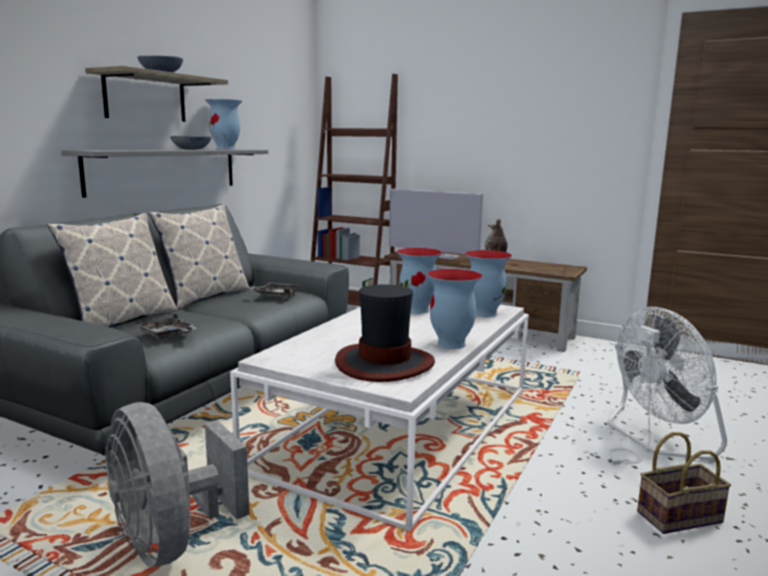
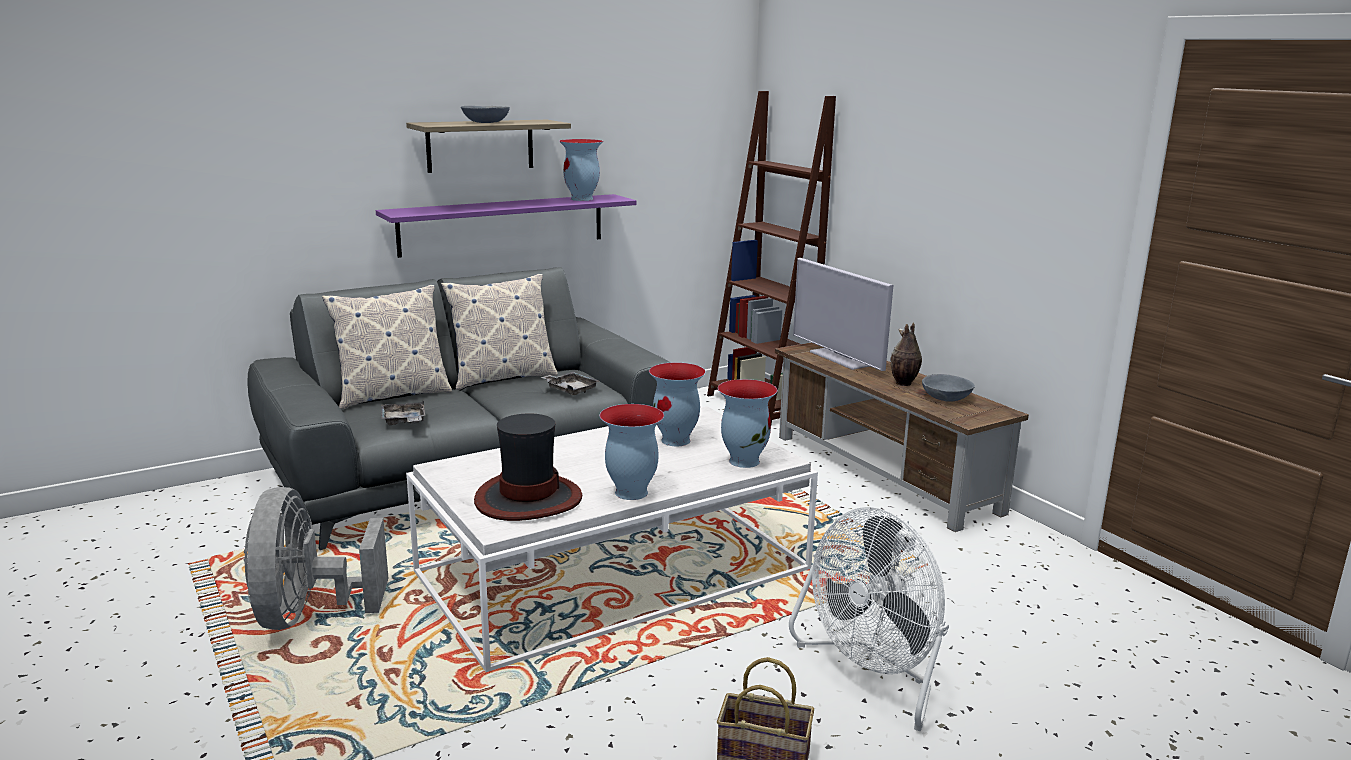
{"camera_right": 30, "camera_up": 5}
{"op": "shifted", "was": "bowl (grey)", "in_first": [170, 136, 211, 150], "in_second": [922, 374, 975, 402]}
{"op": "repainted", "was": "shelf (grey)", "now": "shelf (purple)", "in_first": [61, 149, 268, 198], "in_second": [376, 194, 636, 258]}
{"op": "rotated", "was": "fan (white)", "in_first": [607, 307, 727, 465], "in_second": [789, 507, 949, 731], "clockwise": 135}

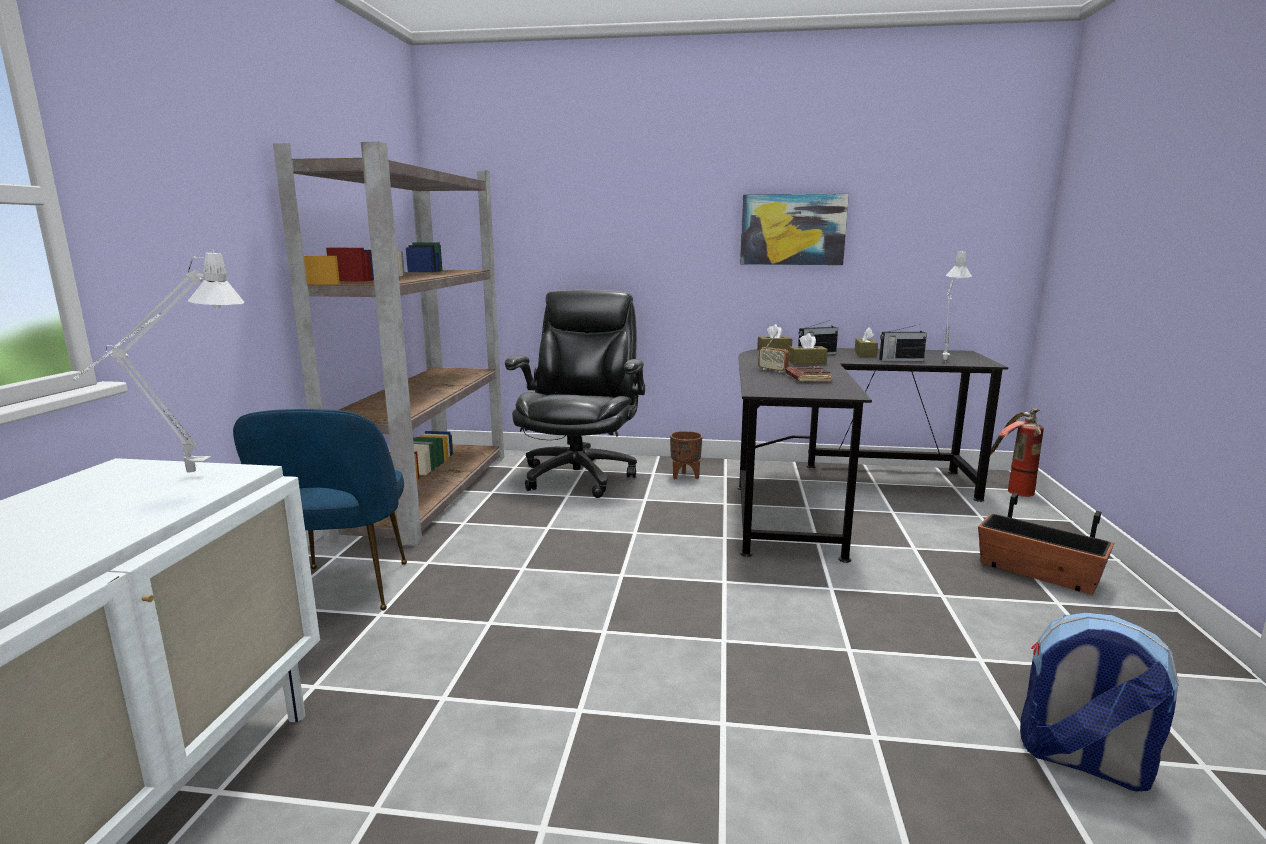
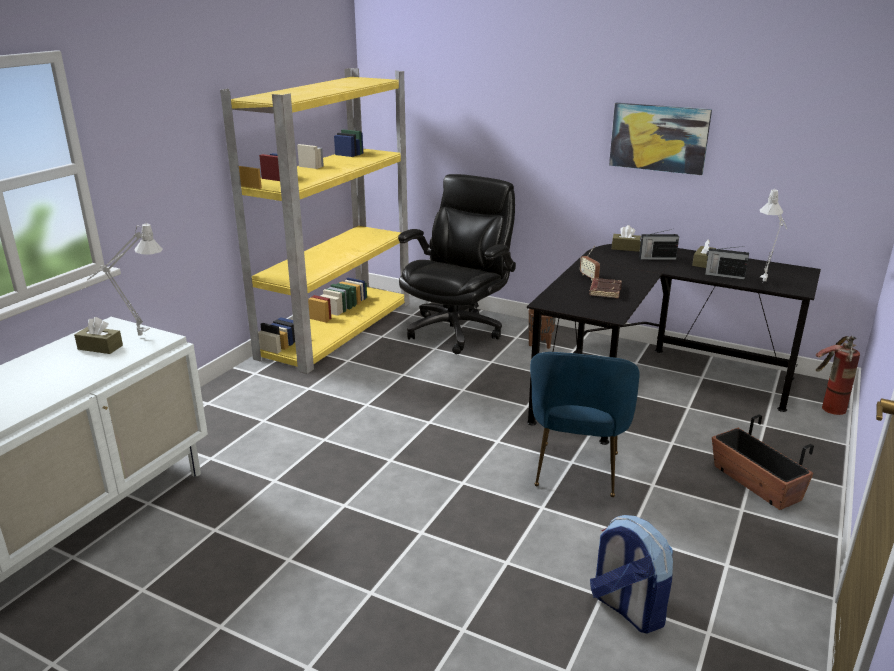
{"camera_right": 20, "camera_up": 10}
{"op": "shifted", "was": "chair (blue)", "in_first": [233, 409, 407, 611], "in_second": [530, 352, 640, 497]}
{"op": "shifted", "was": "tissue box (brown)", "in_first": [789, 333, 828, 364], "in_second": [74, 317, 123, 354]}
{"op": "repainted", "was": "bookcase (brown)", "now": "bookcase (yellow)", "in_first": [273, 142, 504, 546], "in_second": [220, 68, 409, 374]}

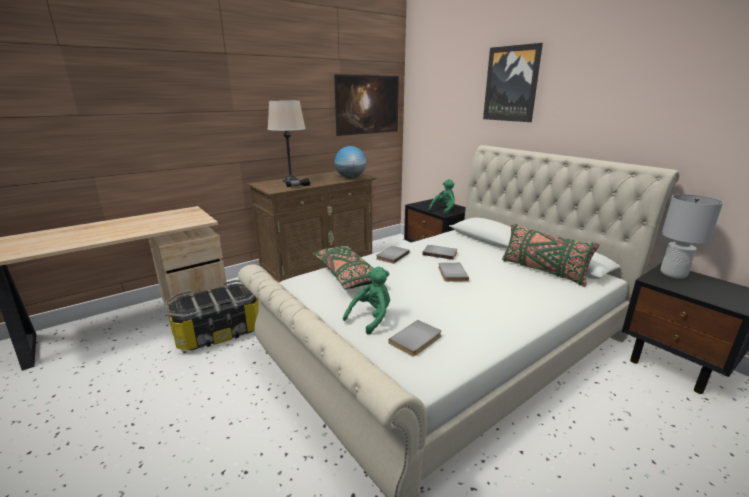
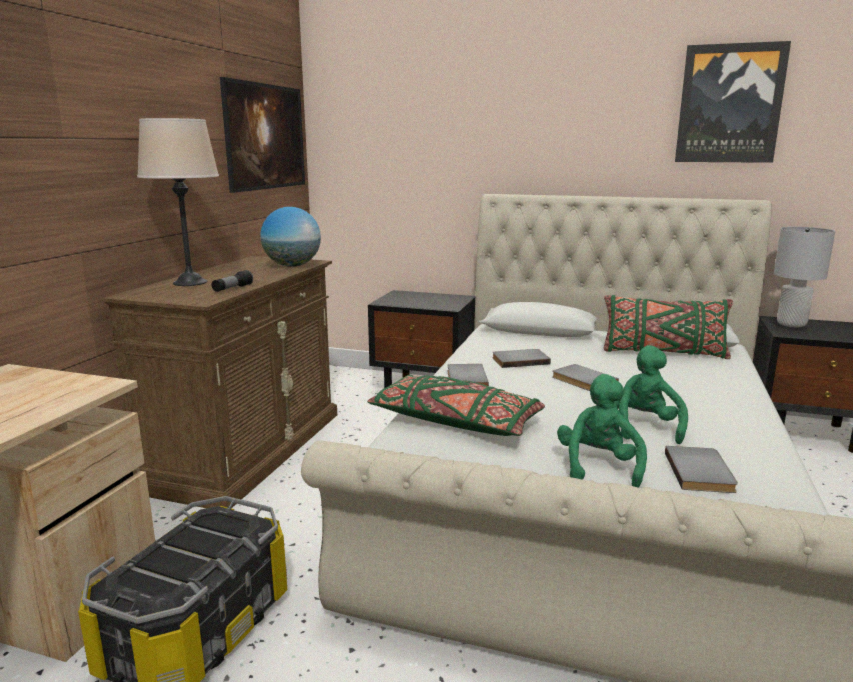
{"camera_right": -35, "camera_up": -5}
{"op": "shifted", "was": "plush toy (green)", "in_first": [428, 179, 455, 215], "in_second": [615, 345, 688, 444]}
{"op": "shifted", "was": "picture", "in_first": [483, 43, 543, 122], "in_second": [675, 41, 791, 163]}

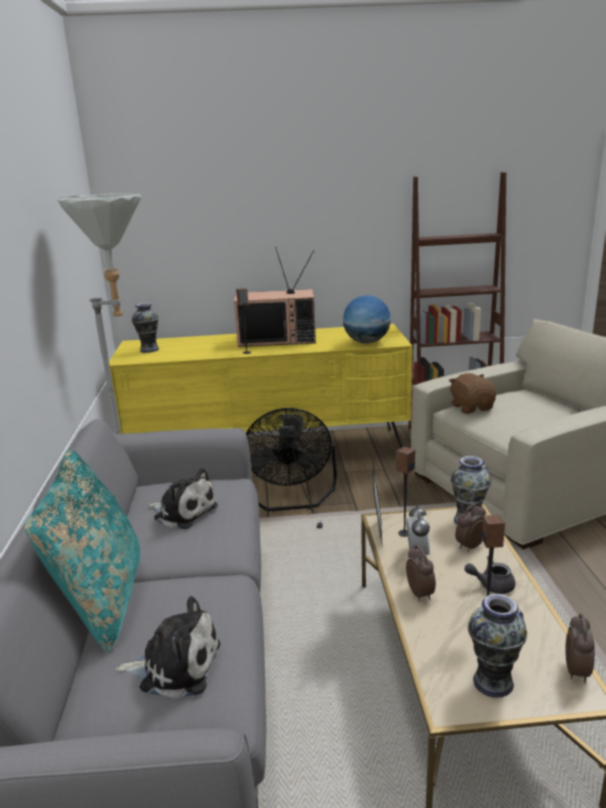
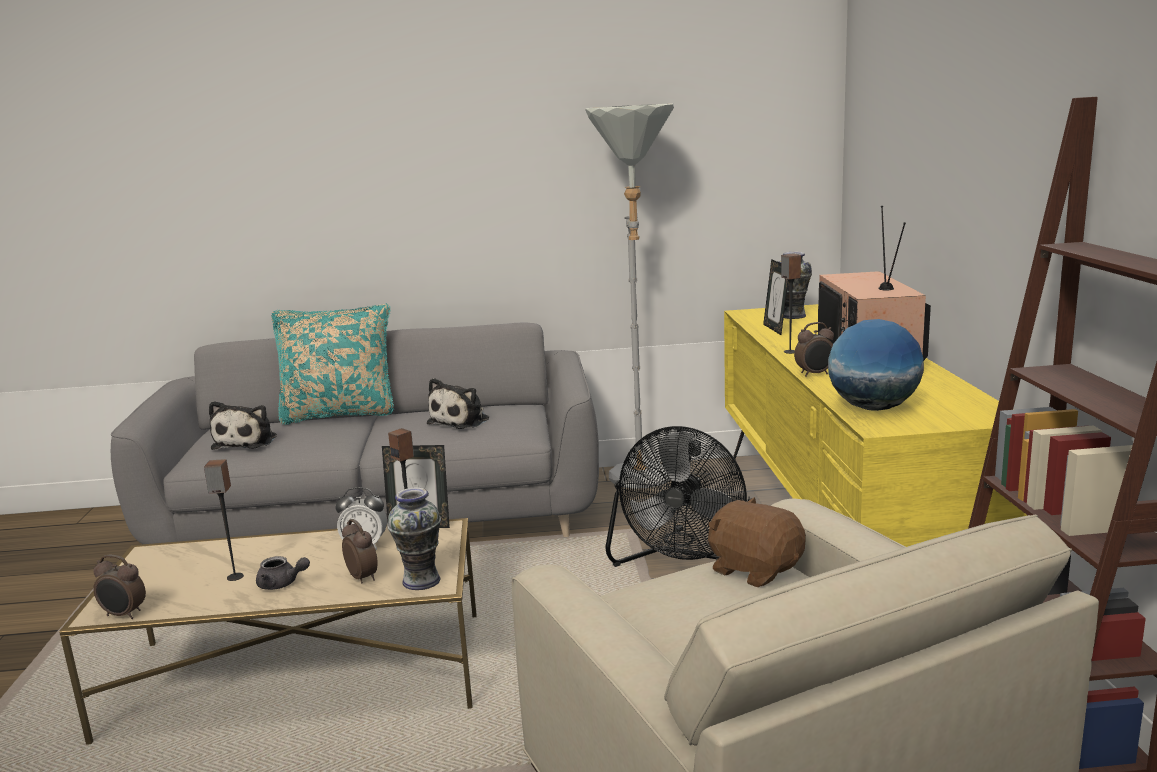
{"camera_right": 90, "camera_up": -5}
{"op": "gone", "was": "vase", "in_first": [468, 594, 527, 697]}
{"op": "new", "now": "picture frame", "in_second": [763, 259, 788, 335]}
{"op": "shifted", "was": "alarm clock", "in_first": [406, 545, 436, 601], "in_second": [794, 322, 834, 377]}
{"op": "rotated", "was": "fan (black)", "in_first": [246, 408, 337, 528], "in_second": [606, 426, 752, 567], "clockwise": 120}
{"op": "rotated", "was": "plush toy (brown)", "in_first": [449, 373, 496, 414], "in_second": [708, 497, 806, 587], "clockwise": -120}
{"op": "rotated", "was": "teapot (grey)", "in_first": [464, 556, 515, 594], "in_second": [256, 556, 310, 590], "clockwise": 105}

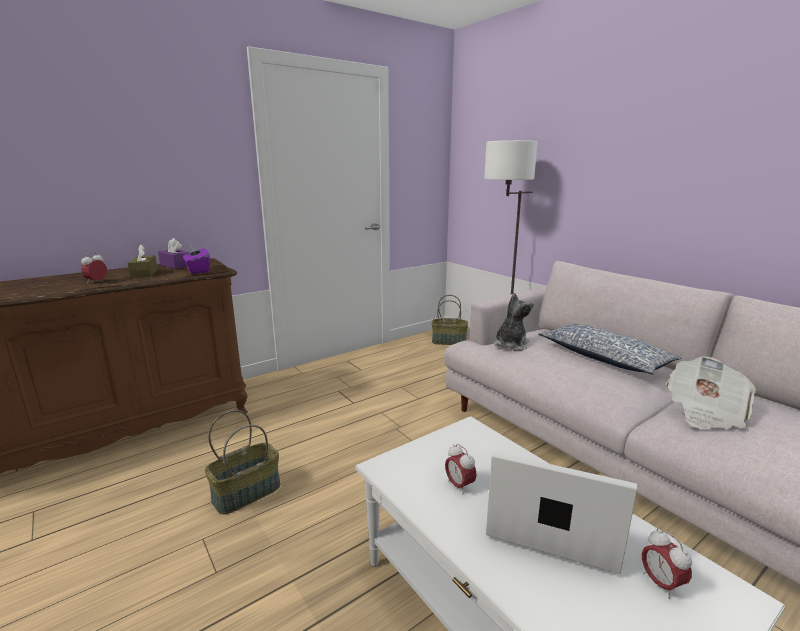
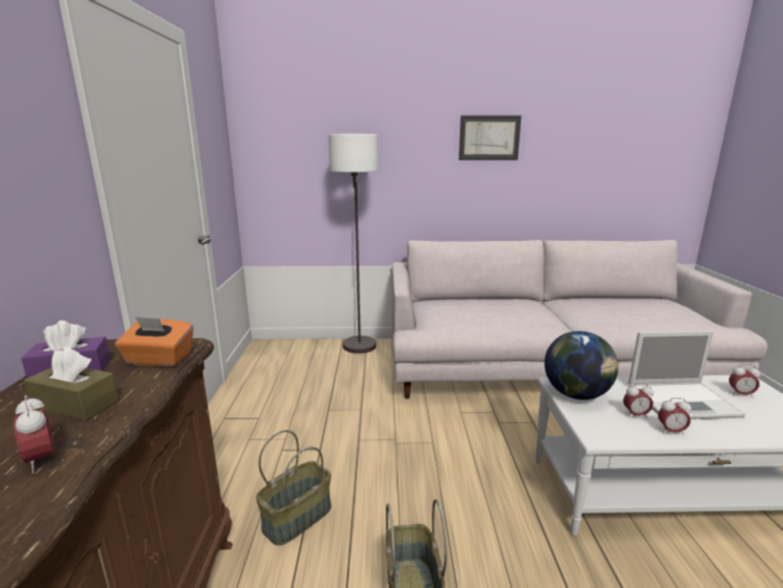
{"camera_right": -55, "camera_up": 0}
{"op": "gone", "was": "plush toy", "in_first": [494, 293, 533, 351]}
{"op": "gone", "was": "pillow", "in_first": [538, 324, 681, 375]}
{"op": "gone", "was": "newspaper", "in_first": [666, 356, 756, 429]}
{"op": "new", "now": "picture", "in_second": [459, 116, 521, 160]}
{"op": "new", "now": "globe", "in_second": [544, 331, 618, 400]}
{"op": "new", "now": "alarm clock", "in_second": [658, 398, 692, 435]}
{"op": "shifted", "was": "basket", "in_first": [432, 295, 468, 345], "in_second": [256, 430, 331, 546]}
{"op": "repainted", "was": "tissue box (purple)", "now": "tissue box (orange)", "in_first": [183, 244, 210, 274], "in_second": [115, 317, 194, 367]}
{"op": "rotated", "was": "laptop", "in_first": [486, 451, 637, 574], "in_second": [628, 331, 745, 419], "clockwise": -150}

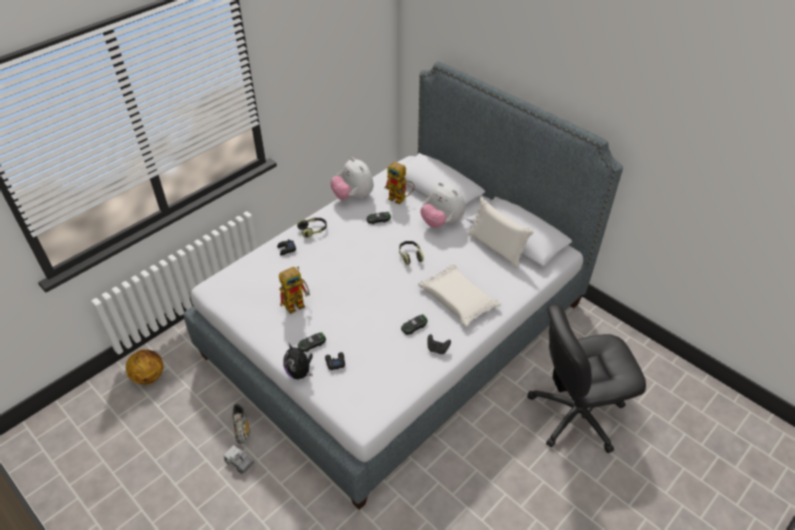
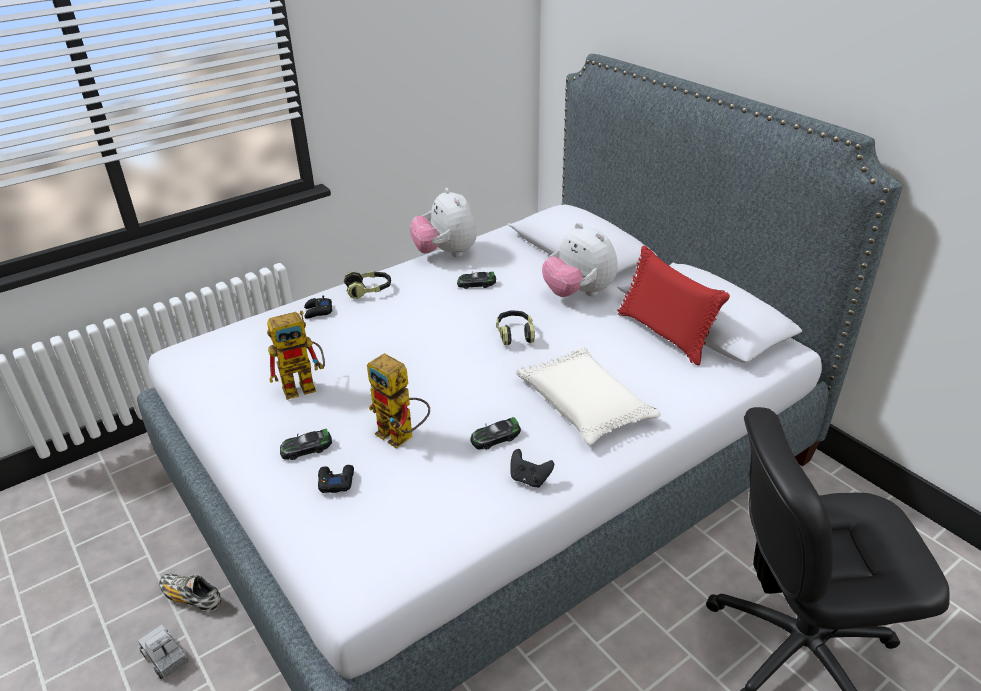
{"camera_right": 10, "camera_up": -10}
{"op": "gone", "was": "basketball", "in_first": [126, 350, 164, 385]}
{"op": "gone", "was": "plush toy", "in_first": [283, 343, 313, 380]}
{"op": "shifted", "was": "toy robot", "in_first": [385, 162, 415, 205], "in_second": [367, 353, 430, 448]}
{"op": "repainted", "was": "pillow (white)", "now": "pillow (red)", "in_first": [467, 197, 533, 269], "in_second": [617, 245, 730, 366]}
{"op": "rotated", "was": "shoe", "in_first": [232, 404, 250, 444], "in_second": [159, 574, 222, 613], "clockwise": 120}

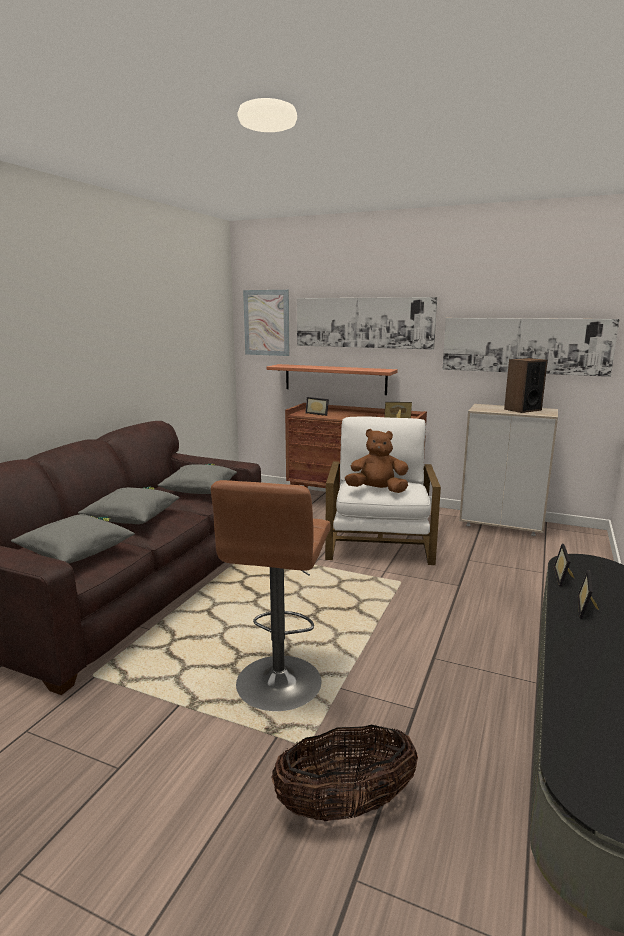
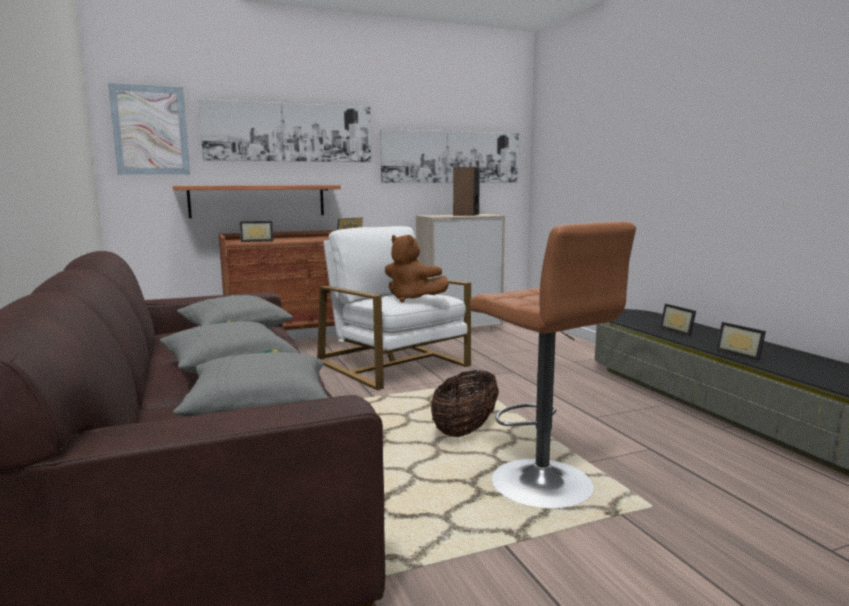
{"camera_right": -45, "camera_up": -5}
{"op": "shifted", "was": "basket", "in_first": [271, 724, 418, 821], "in_second": [431, 370, 499, 437]}
{"op": "shifted", "was": "picture frame", "in_first": [554, 544, 574, 587], "in_second": [716, 322, 766, 361]}
{"op": "rotated", "was": "plush toy (brown)", "in_first": [345, 429, 408, 493], "in_second": [385, 235, 449, 303], "clockwise": -105}

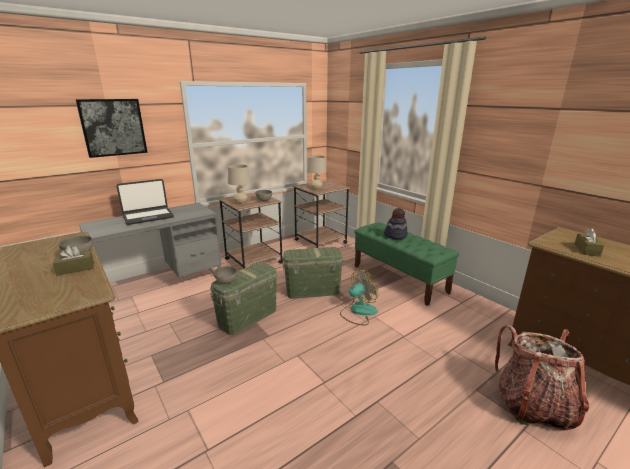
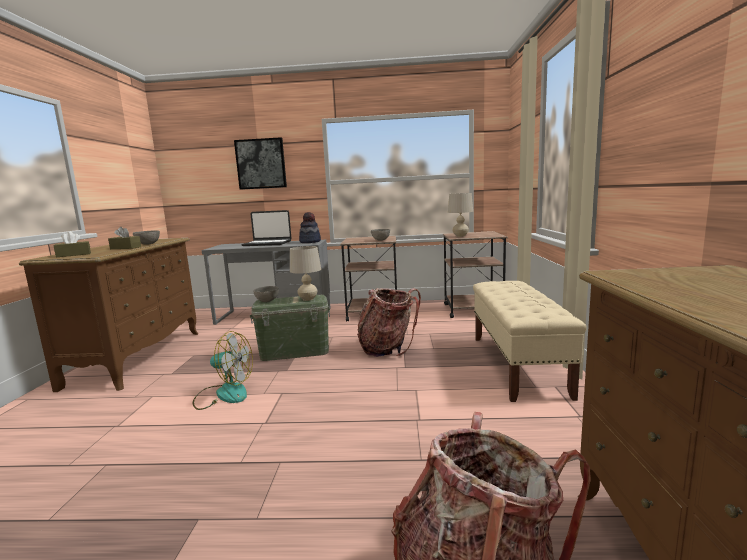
{"camera_right": 40, "camera_up": -10}
{"op": "shifted", "was": "table lamp (beige)", "in_first": [228, 165, 251, 204], "in_second": [290, 246, 321, 301]}
{"op": "shifted", "was": "fan", "in_first": [340, 269, 378, 325], "in_second": [193, 331, 253, 410]}
{"op": "shifted", "was": "hat", "in_first": [384, 208, 408, 239], "in_second": [299, 212, 321, 243]}
{"op": "shifted", "was": "tissue box (brown)", "in_first": [575, 228, 604, 257], "in_second": [53, 231, 91, 257]}
{"op": "swapped", "was": "storage box (green)", "now": "backpack", "in_first": [282, 247, 344, 299], "in_second": [357, 288, 421, 357]}
{"op": "repainted", "was": "bench (green)", "now": "bench (beige)", "in_first": [354, 222, 460, 306], "in_second": [473, 281, 587, 402]}

